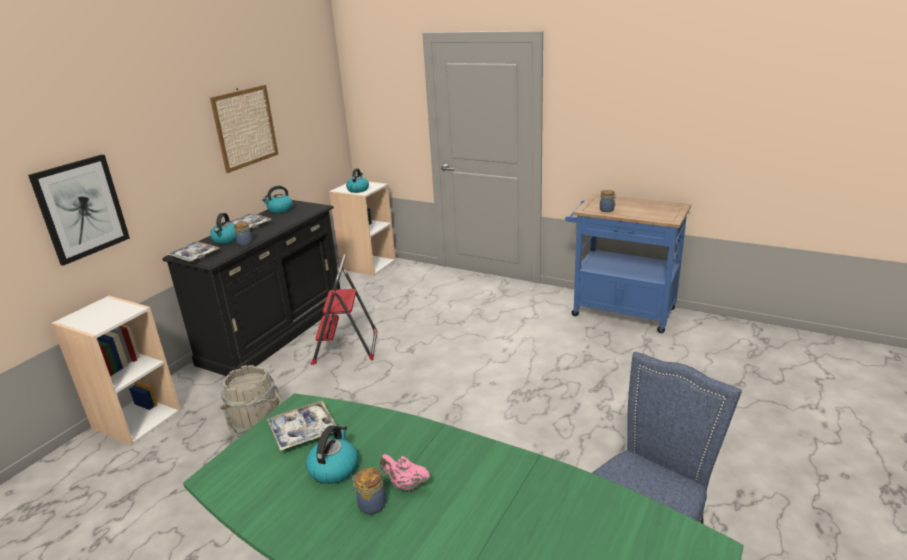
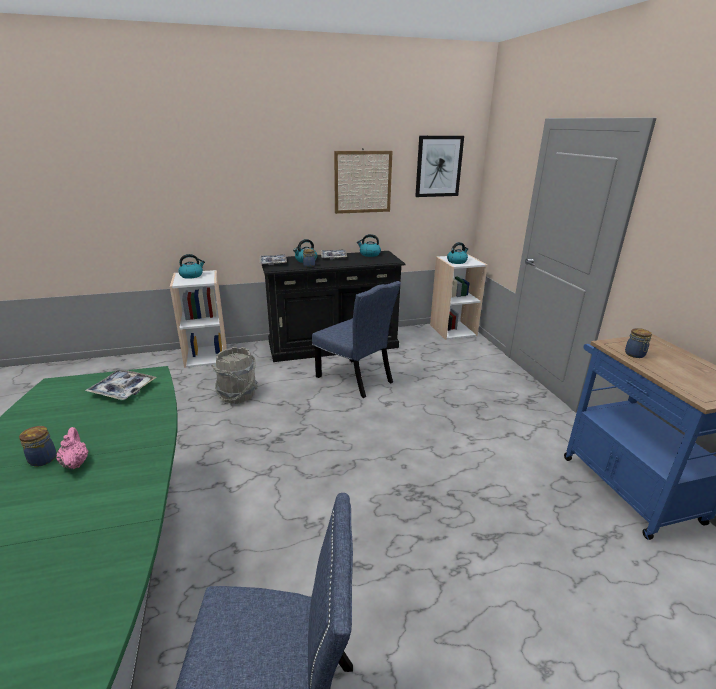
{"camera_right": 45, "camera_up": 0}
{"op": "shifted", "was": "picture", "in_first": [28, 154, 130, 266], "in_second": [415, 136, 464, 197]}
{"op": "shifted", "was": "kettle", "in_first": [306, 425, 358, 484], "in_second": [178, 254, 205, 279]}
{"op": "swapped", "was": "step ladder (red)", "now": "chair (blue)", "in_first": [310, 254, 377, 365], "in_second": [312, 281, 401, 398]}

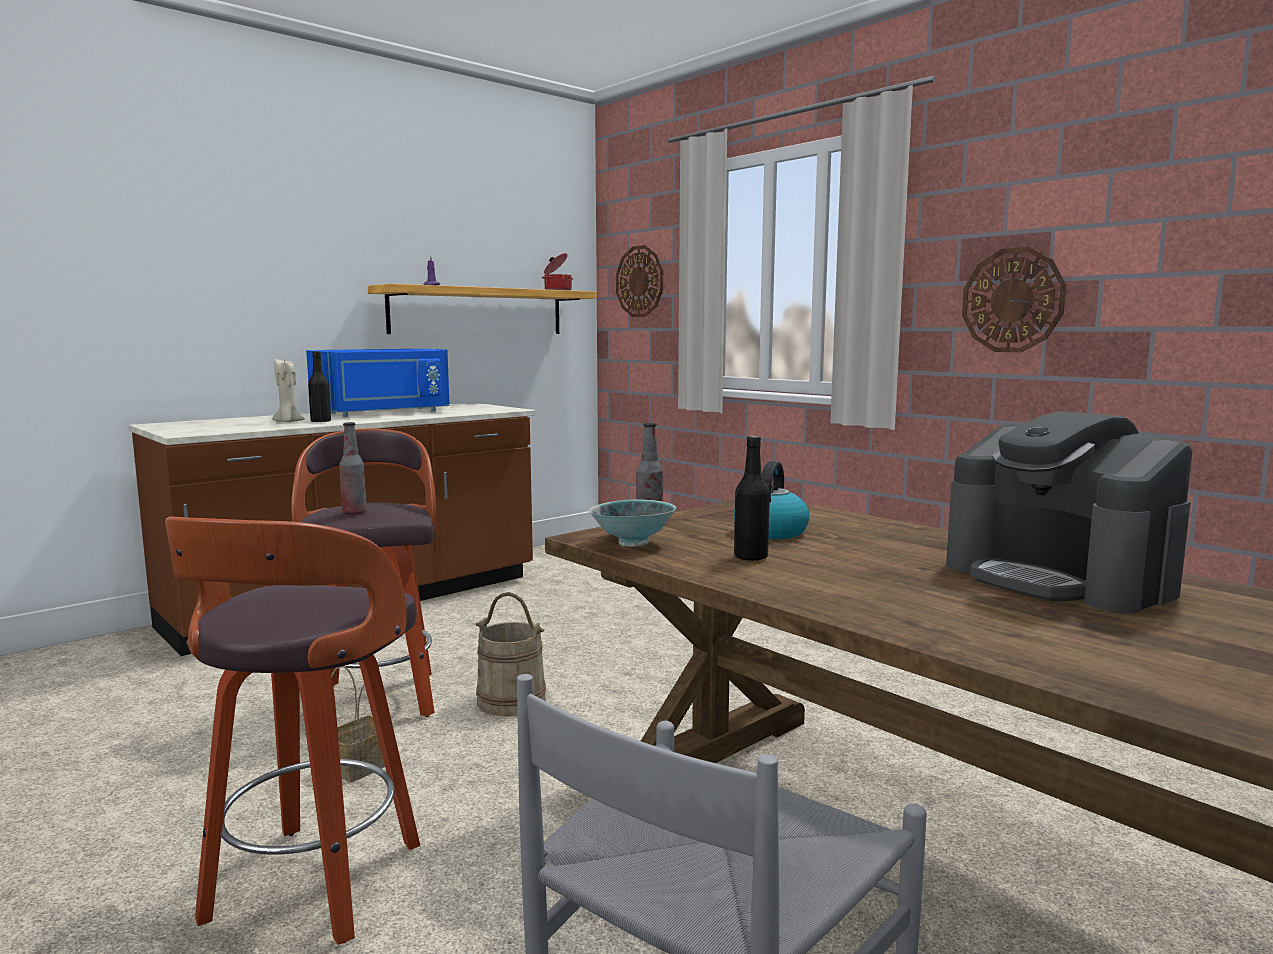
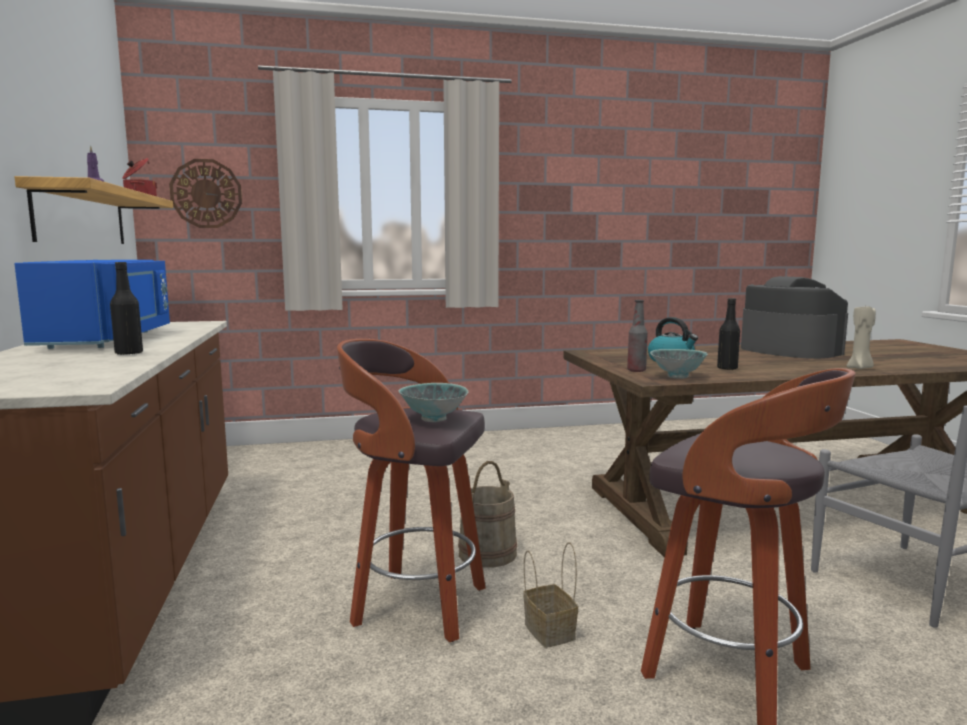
{"camera_right": -60, "camera_up": 0}
{"op": "gone", "was": "wall clock", "in_first": [962, 247, 1066, 352]}
{"op": "shifted", "was": "candle (beige)", "in_first": [272, 359, 305, 422], "in_second": [847, 304, 876, 369]}
{"op": "swapped", "was": "bottle", "now": "bowl", "in_first": [339, 422, 367, 515], "in_second": [399, 383, 468, 422]}
{"op": "rotated", "was": "coffee machine", "in_first": [946, 411, 1192, 613], "in_second": [741, 276, 848, 359], "clockwise": -120}

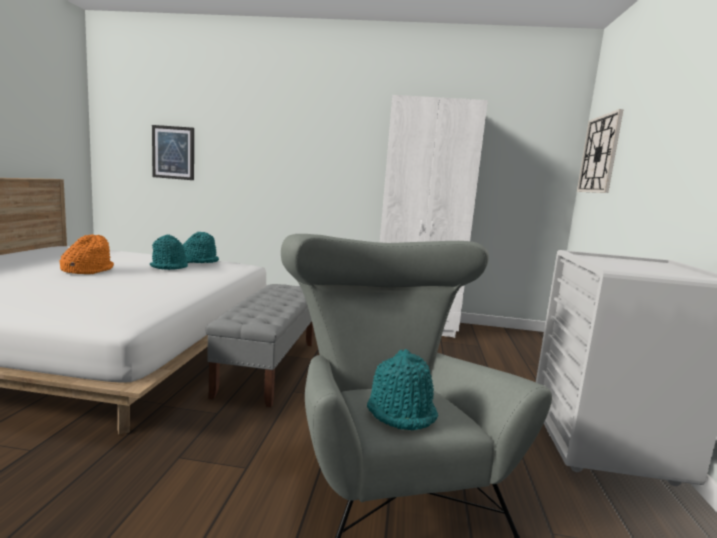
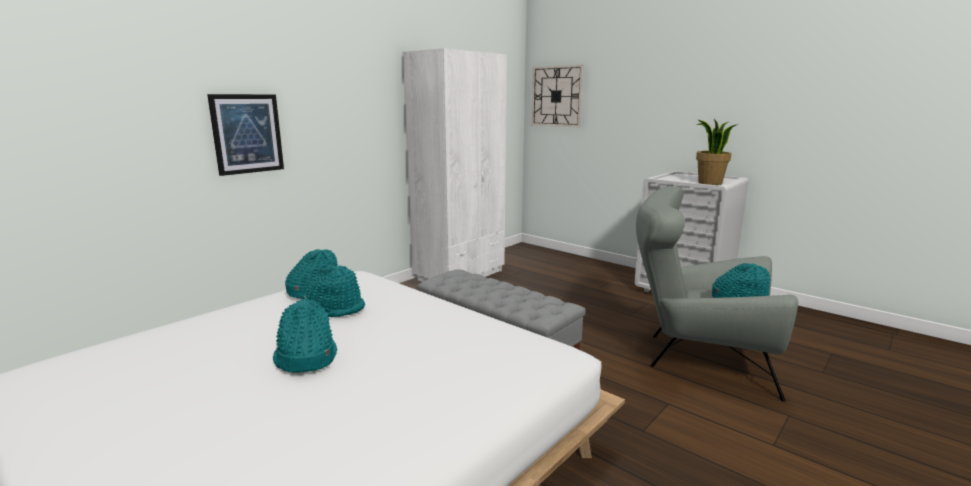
{"camera_right": -55, "camera_up": 5}
{"op": "new", "now": "potted plant", "in_second": [696, 119, 739, 185]}
{"op": "shifted", "was": "picture", "in_first": [152, 125, 194, 180], "in_second": [207, 94, 284, 176]}
{"op": "repainted", "was": "hat (orange)", "now": "hat (turquoise)", "in_first": [59, 235, 114, 274], "in_second": [273, 299, 337, 373]}

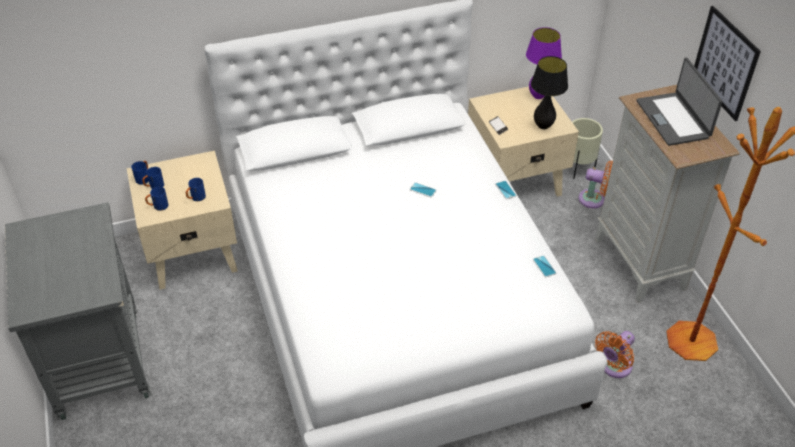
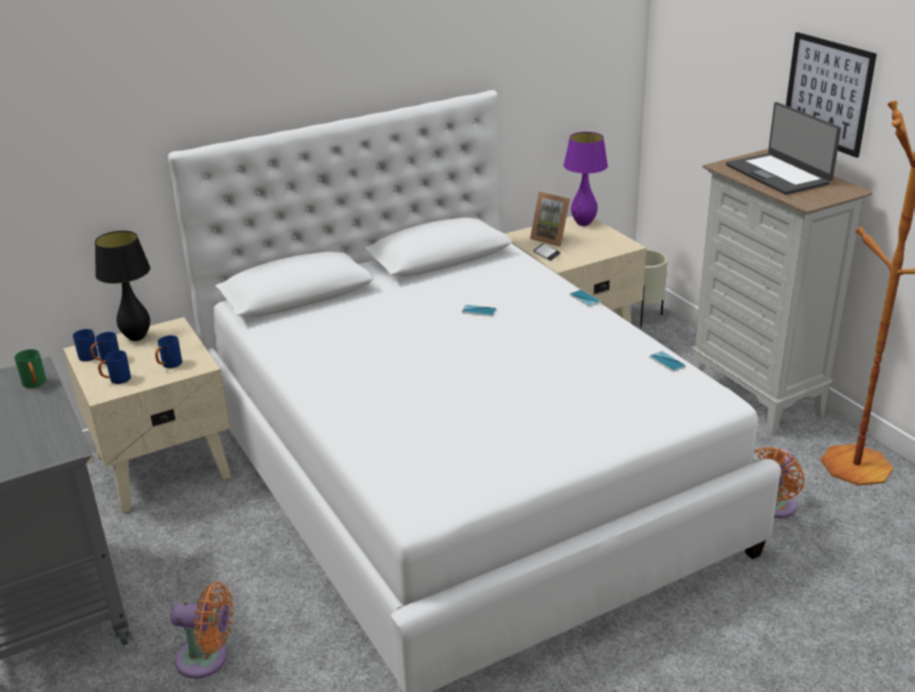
{"camera_right": -10, "camera_up": -15}
{"op": "new", "now": "mug (green)", "in_second": [14, 349, 46, 388]}
{"op": "new", "now": "picture frame", "in_second": [530, 192, 570, 247]}
{"op": "shifted", "was": "table lamp (black)", "in_first": [531, 56, 568, 129], "in_second": [95, 231, 150, 341]}
{"op": "shifted", "was": "fan (orange)", "in_first": [578, 161, 613, 208], "in_second": [170, 582, 233, 678]}

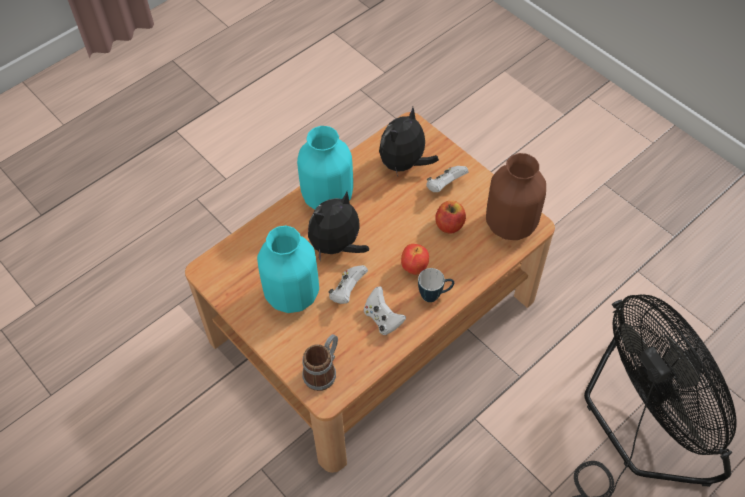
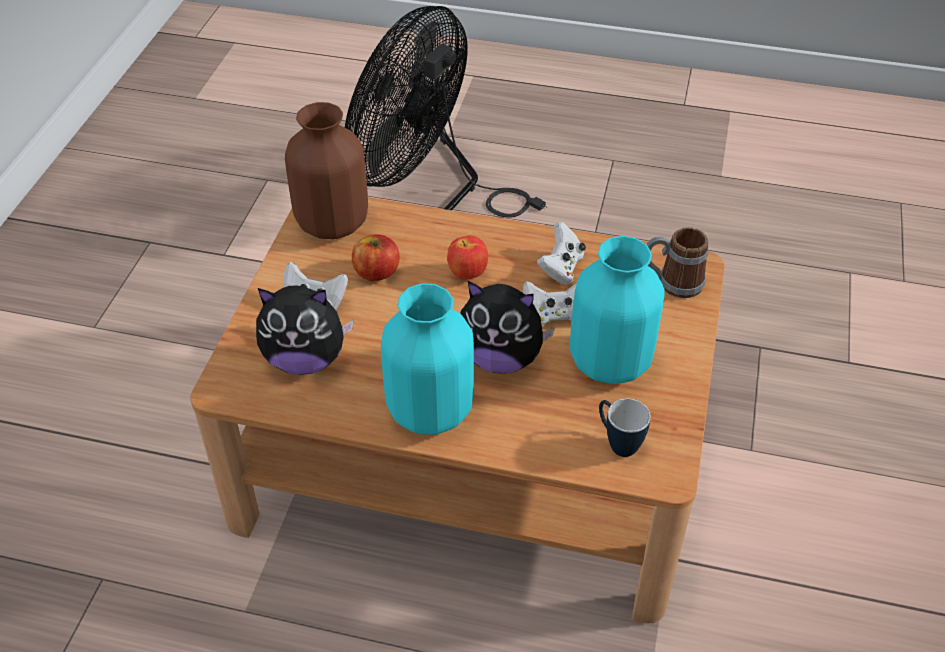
{"camera_right": -125, "camera_up": -10}
{"op": "shifted", "was": "mug", "in_first": [418, 268, 454, 302], "in_second": [599, 399, 651, 457]}

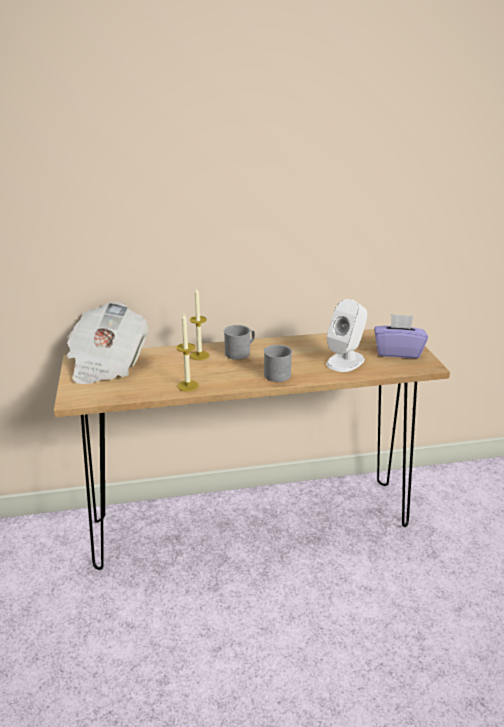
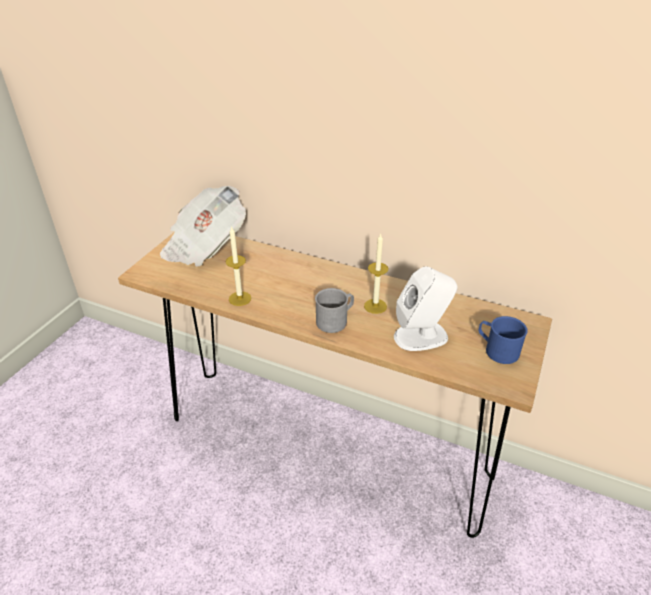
{"camera_right": 35, "camera_up": 10}
{"op": "gone", "was": "mug (grey)", "in_first": [224, 325, 255, 360]}
{"op": "shifted", "was": "candle", "in_first": [190, 288, 209, 360], "in_second": [364, 233, 388, 314]}
{"op": "swapped", "was": "tissue box (purple)", "now": "mug (blue)", "in_first": [374, 314, 428, 358], "in_second": [478, 316, 528, 364]}

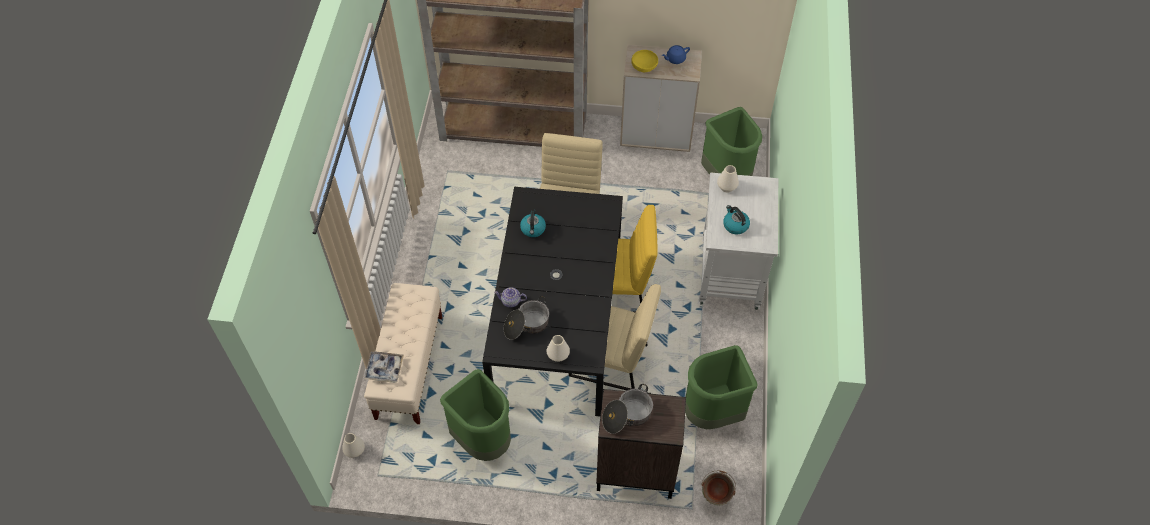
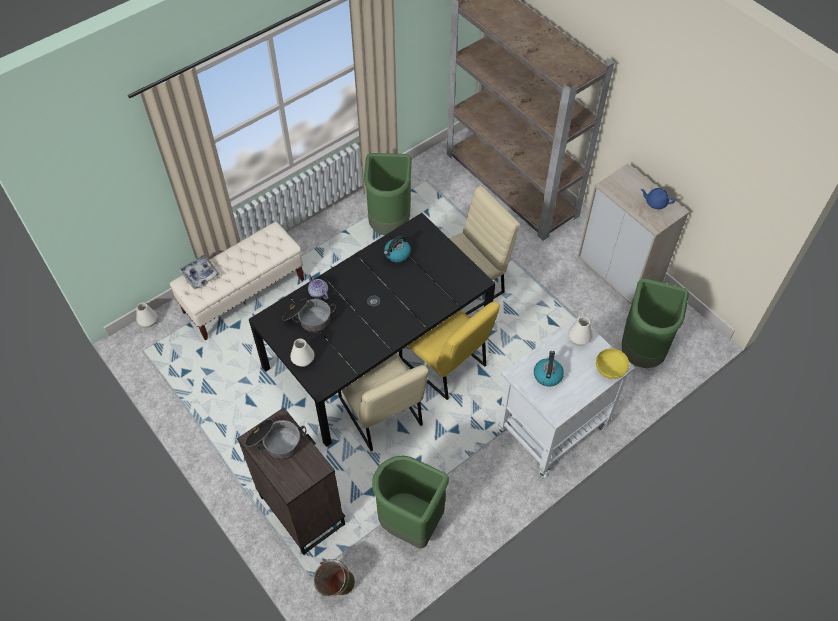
{"camera_right": 45, "camera_up": 0}
{"op": "shifted", "was": "trash can (green)", "in_first": [440, 369, 511, 461], "in_second": [364, 153, 412, 235]}
{"op": "shifted", "was": "bowl (yellow)", "in_first": [631, 50, 658, 72], "in_second": [596, 348, 629, 379]}

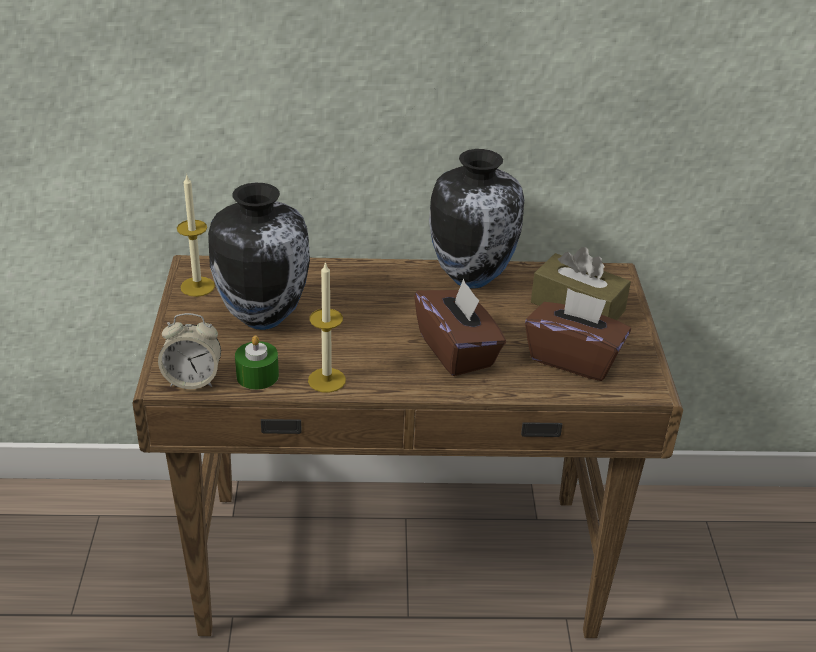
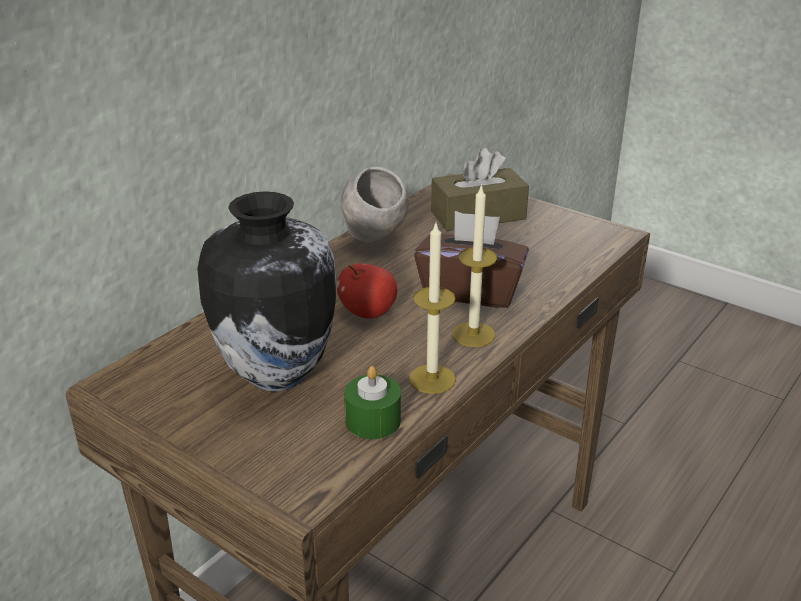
{"camera_right": -50, "camera_up": -5}
{"op": "gone", "was": "alarm clock", "in_first": [158, 313, 221, 389]}
{"op": "gone", "was": "tissue box (brown)", "in_first": [525, 288, 631, 381]}
{"op": "new", "now": "apple", "in_second": [337, 263, 397, 319]}
{"op": "shifted", "was": "candle", "in_first": [177, 175, 215, 297], "in_second": [452, 184, 497, 347]}
{"op": "swapped", "was": "vase", "now": "bowl (grey)", "in_first": [429, 149, 524, 289], "in_second": [340, 167, 409, 243]}

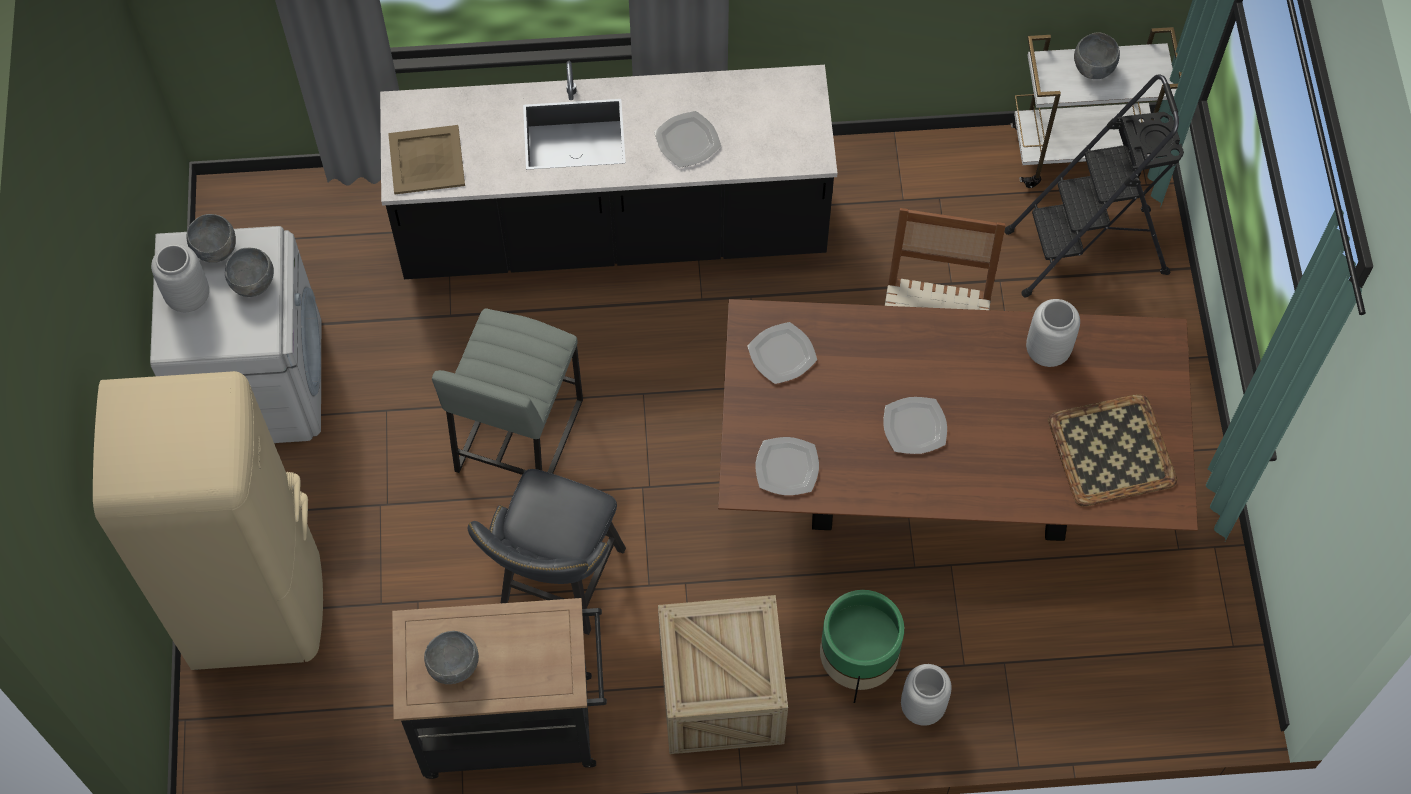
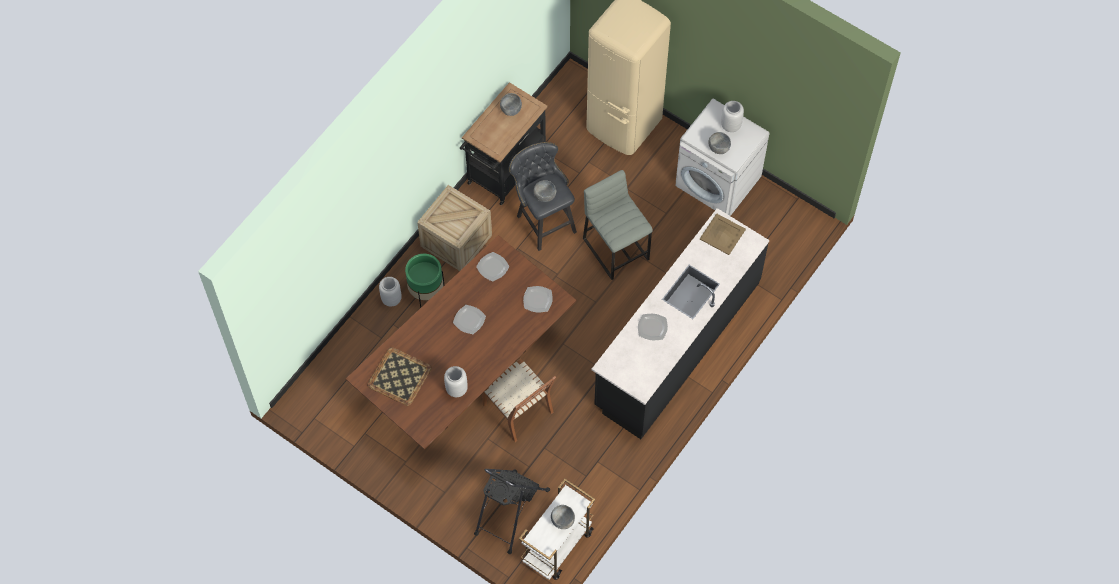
{"camera_right": 130, "camera_up": 0}
{"op": "shifted", "was": "bowl (grey)", "in_first": [186, 214, 236, 263], "in_second": [534, 180, 556, 202]}

